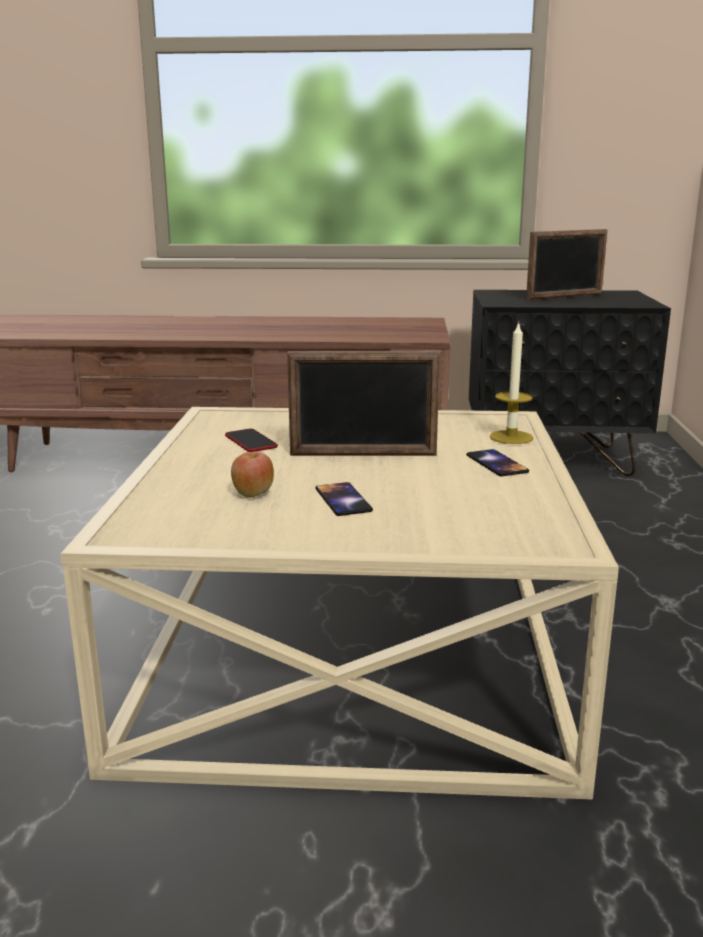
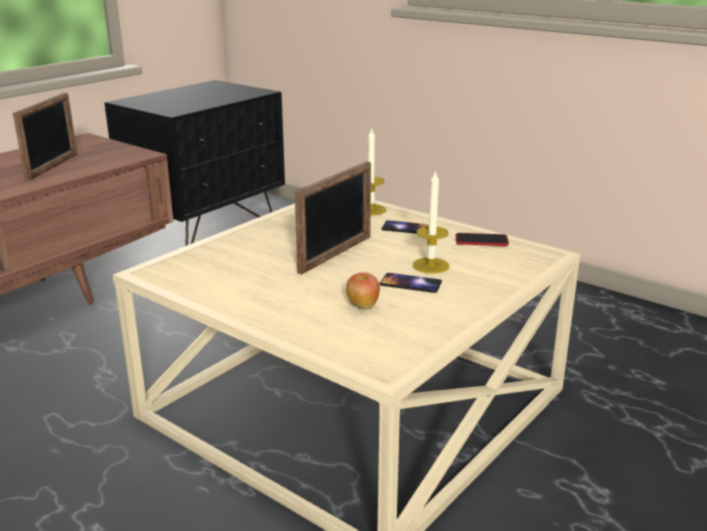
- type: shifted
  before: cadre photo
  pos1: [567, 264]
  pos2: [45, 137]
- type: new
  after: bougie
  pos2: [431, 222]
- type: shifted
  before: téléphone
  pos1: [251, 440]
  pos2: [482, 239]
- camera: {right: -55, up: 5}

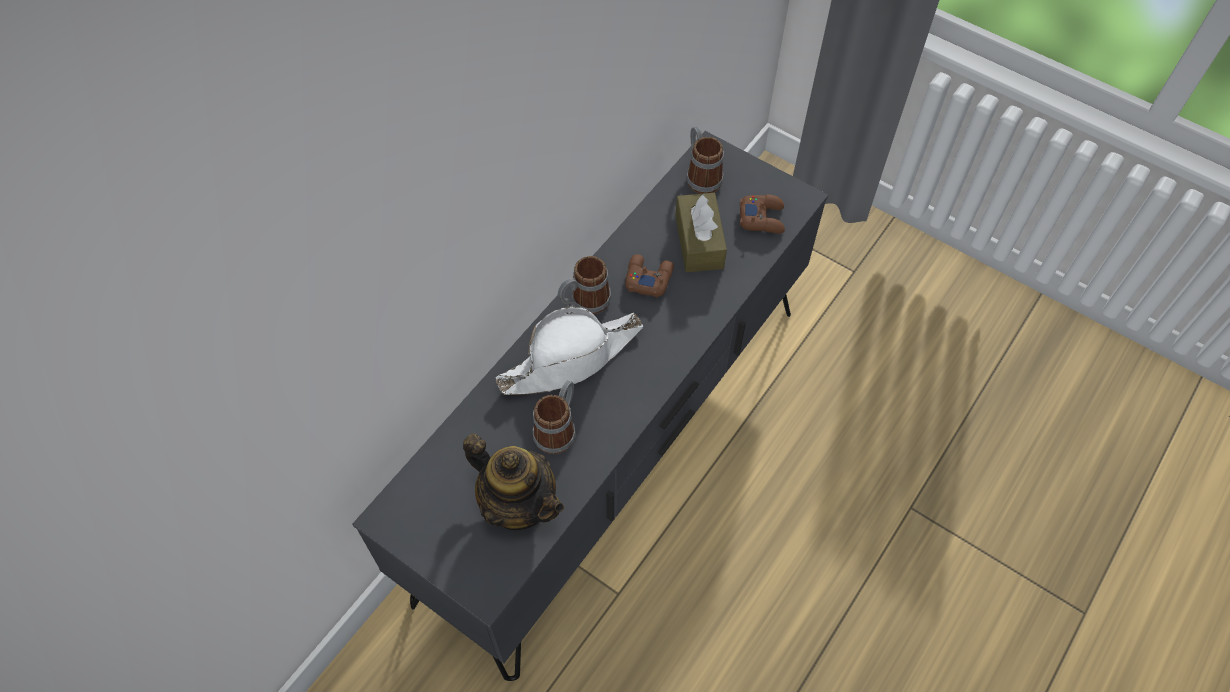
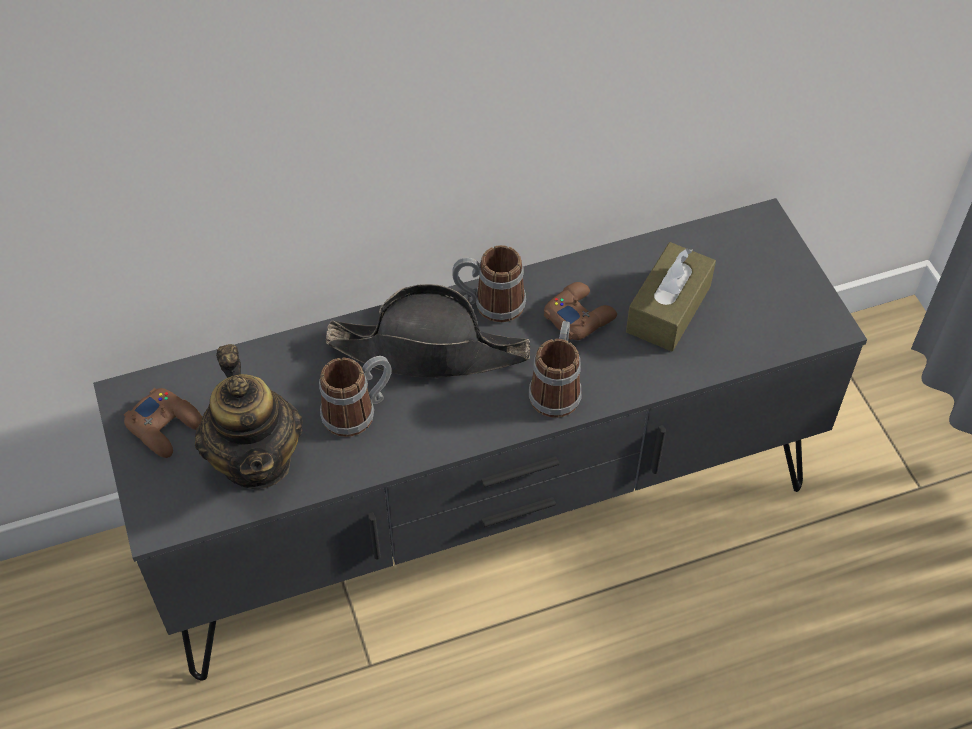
- type: shifted
  before: manette/marron
  pos1: [762, 214]
  pos2: [163, 423]
- type: repainted
  before: chapeau/blanc
  after: chapeau/noir
  pos1: [569, 351]
  pos2: [428, 331]
- type: shifted
  before: mug
  pos1: [705, 160]
  pos2: [555, 369]
- camera: {right: 35, up: -5}

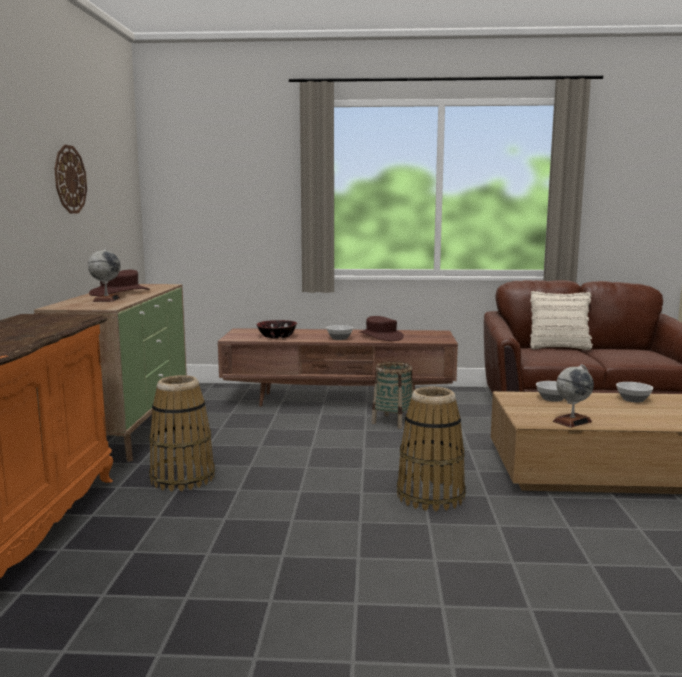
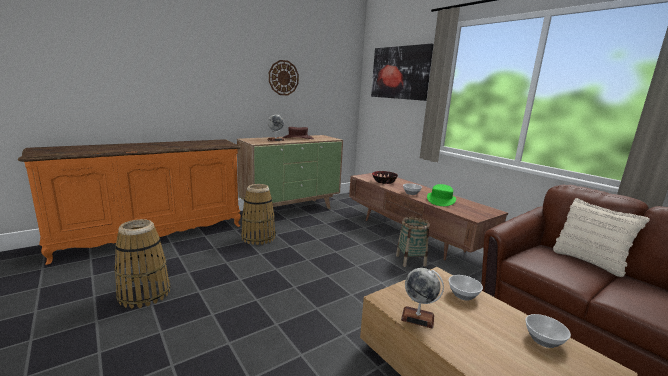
- type: shifted
  before: panier
  pos1: [431, 448]
  pos2: [142, 264]
- type: new
  after: tableau
  pos2: [402, 72]
- type: repainted
  before: chapeau/marron
  after: chapeau/vert
  pos1: [381, 328]
  pos2: [441, 195]
- camera: {right: 50, up: 5}

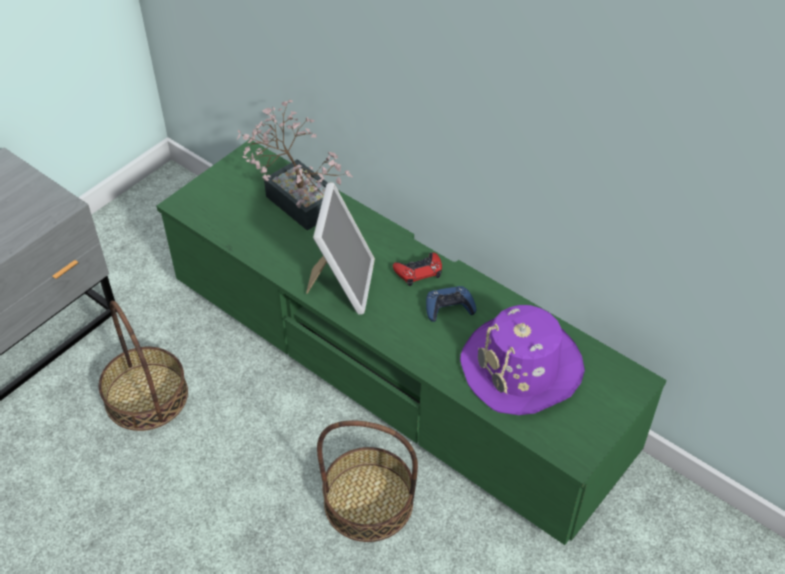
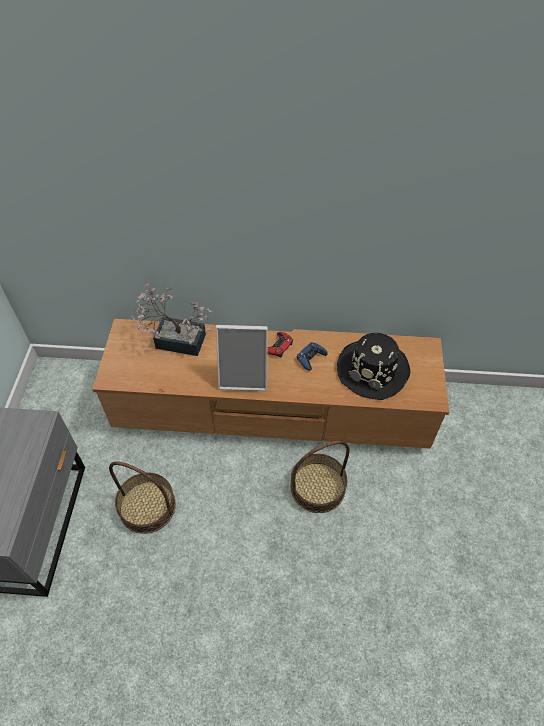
- type: repainted
  before: meuble télé/vert
  after: meuble télé/marron
  pos1: [411, 342]
  pos2: [270, 384]
- type: rotated
  before: cadre photo
  pos1: [340, 248]
  pos2: [242, 358]
  turn: 120
- type: repainted
  before: chapeau/violet
  after: chapeau/noir
  pos1: [522, 360]
  pos2: [373, 366]
- camera: {right: -35, up: 5}

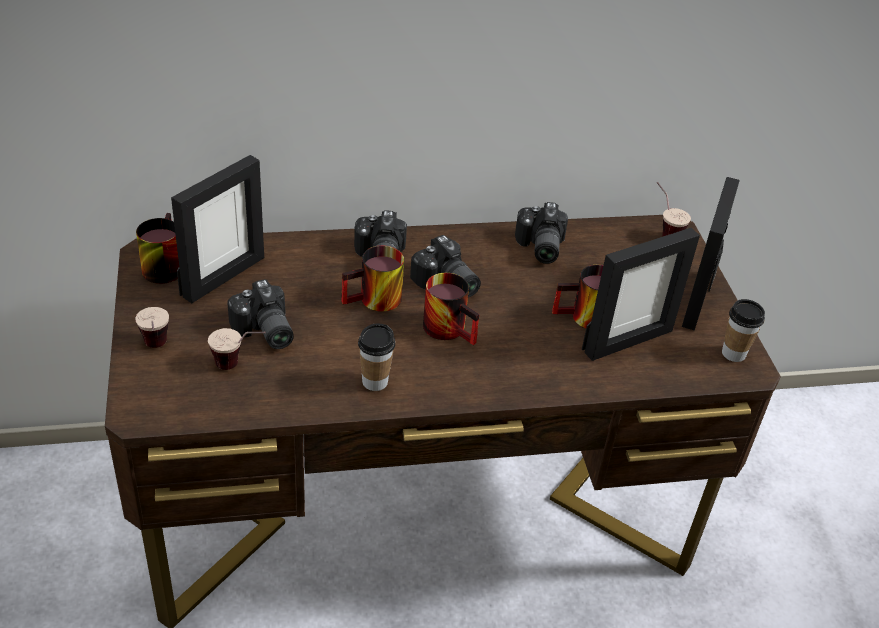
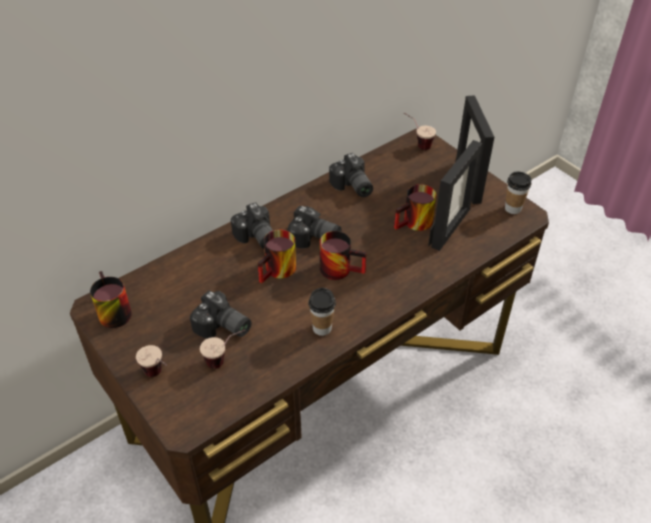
- type: gone
  before: cadre photo
  pos1: [217, 229]
- camera: {right: -25, up: 5}

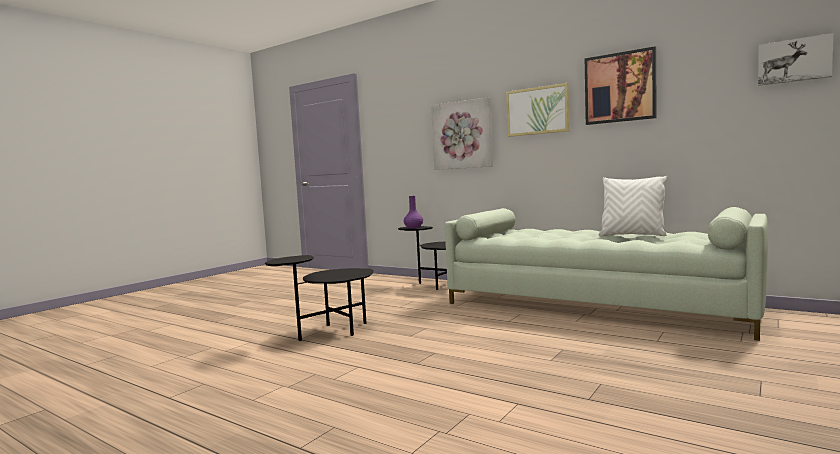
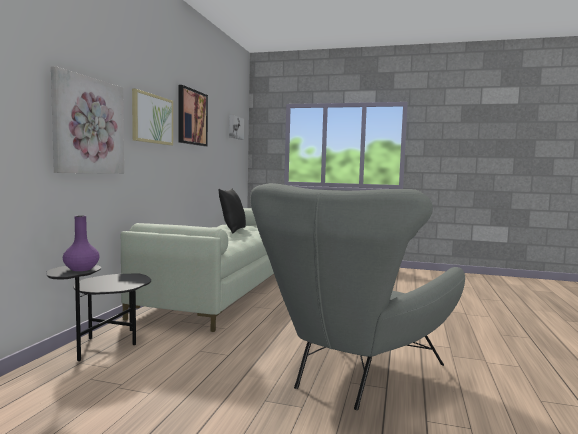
- type: repainted
  before: coussin/blanc
  after: coussin/noir
  pos1: [632, 206]
  pos2: [232, 211]
- type: swapped
  before: table d'appoint/noir
  after: fauteuil/gris
  pos1: [319, 298]
  pos2: [357, 296]
- camera: {right: -110, up: 0}

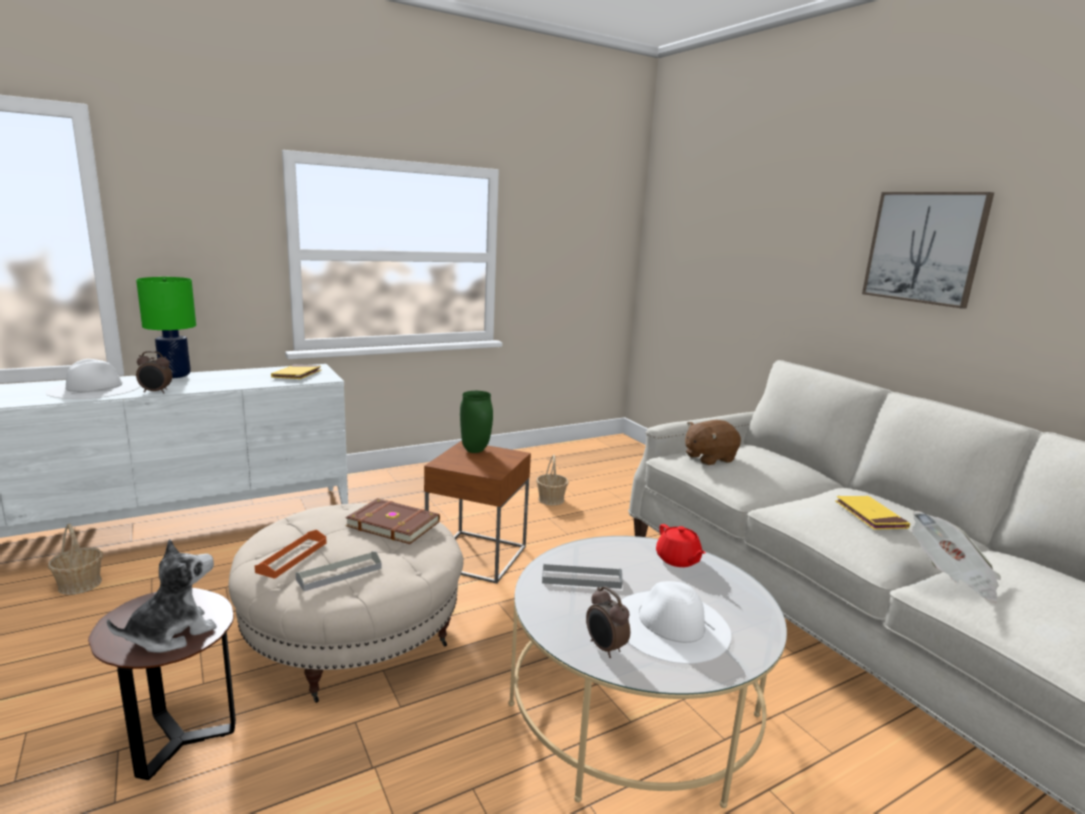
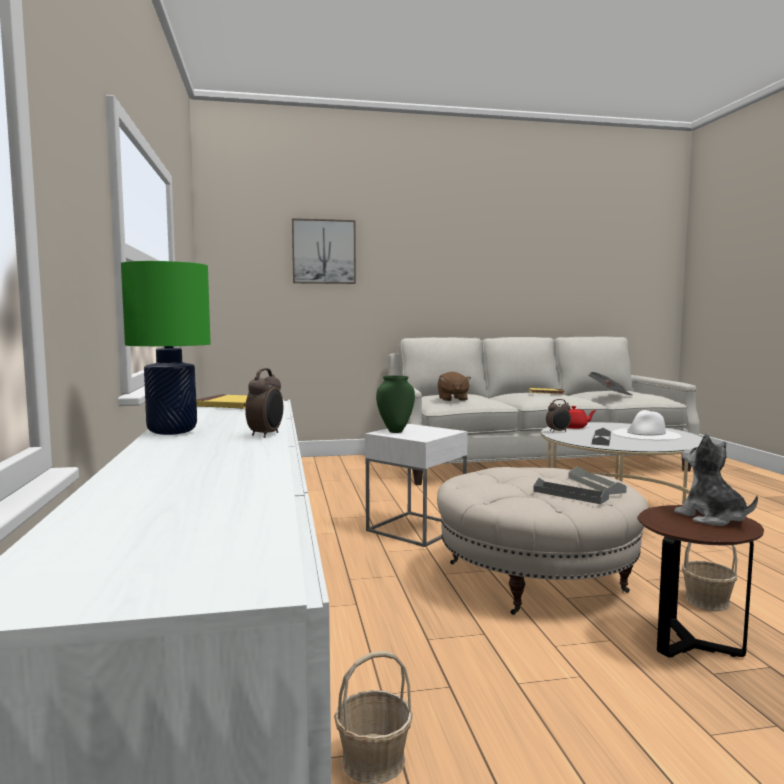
- type: shifted
  before: tableau
  pos1: [928, 250]
  pos2: [324, 251]
- type: repainted
  before: table d'appoint/marron
  after: table d'appoint/blanc
  pos1: [477, 512]
  pos2: [416, 485]
- type: repainted
  before: plateau/orange
  after: plateau/gris
  pos1: [291, 554]
  pos2: [571, 491]
- type: shifted
  before: réveil
  pos1: [608, 622]
  pos2: [558, 415]
- type: shifted
  before: panier
  pos1: [552, 480]
  pos2: [709, 576]
- type: gone
  before: chapeau/blanc
  pos1: [93, 379]
- type: gone
  before: livre/marron
  pos1: [392, 521]
- camera: {right: -70, up: -10}

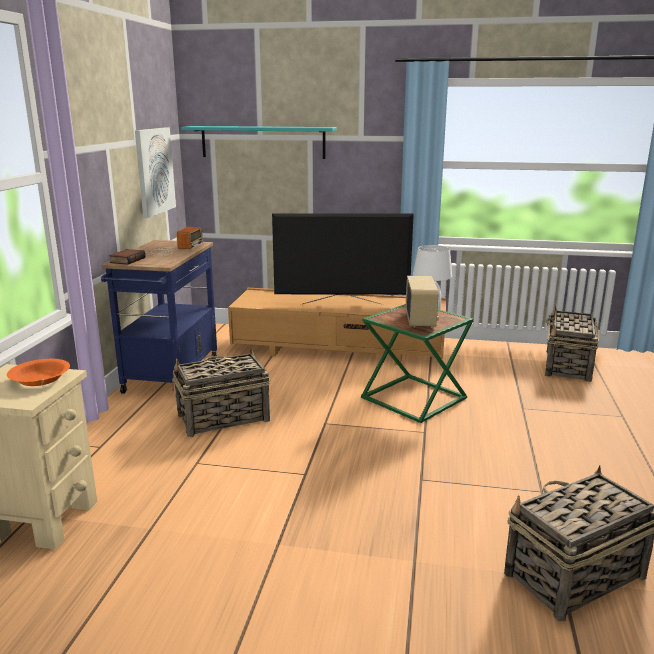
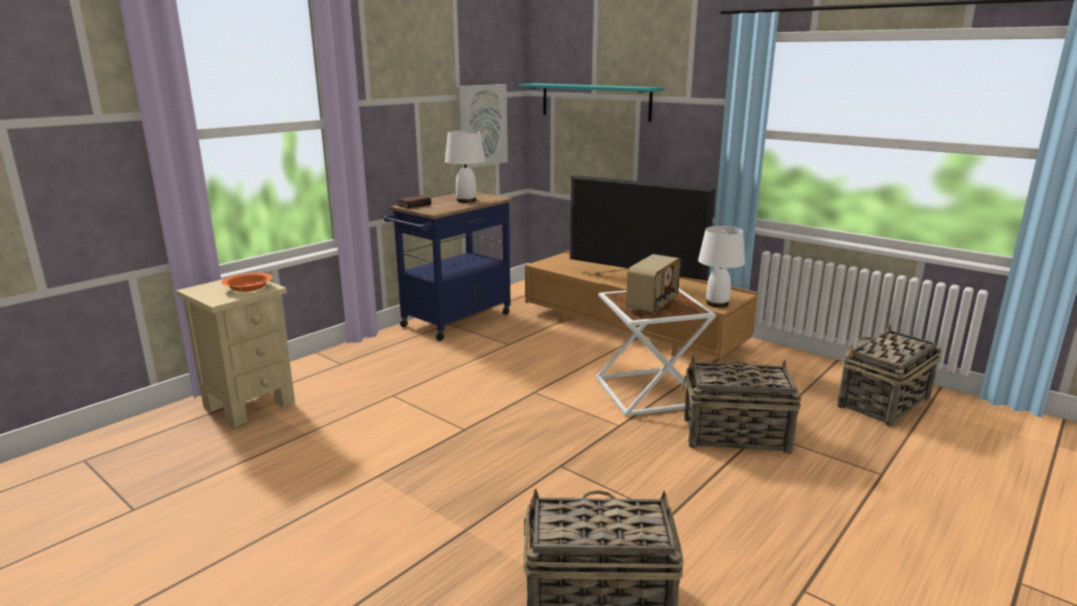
- type: swapped
  before: radio
  after: lampe de table/blanc
  pos1: [175, 241]
  pos2: [465, 166]
- type: repainted
  before: table d'appoint/vert
  after: table d'appoint/blanc
  pos1: [417, 363]
  pos2: [656, 352]
- type: shifted
  before: panier
  pos1: [221, 392]
  pos2: [742, 404]
- camera: {right: 30, up: 0}

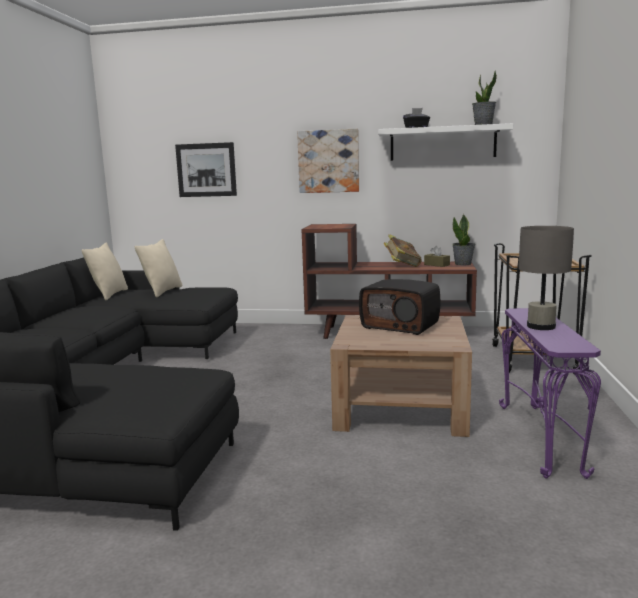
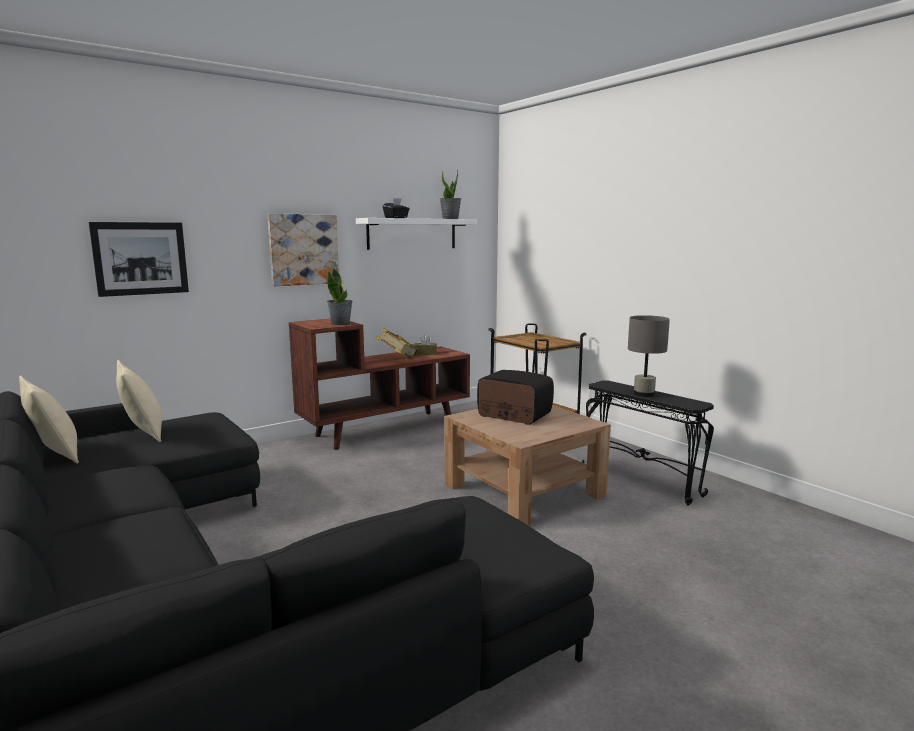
- type: shifted
  before: plante en pot
  pos1: [463, 239]
  pos2: [340, 296]
- type: rotated
  before: radio
  pos1: [399, 307]
  pos2: [515, 397]
  turn: -135
- type: repainted
  before: table d'appoint/violet
  after: table d'appoint/noir
  pos1: [550, 393]
  pos2: [648, 443]
- camera: {right: -45, up: 0}

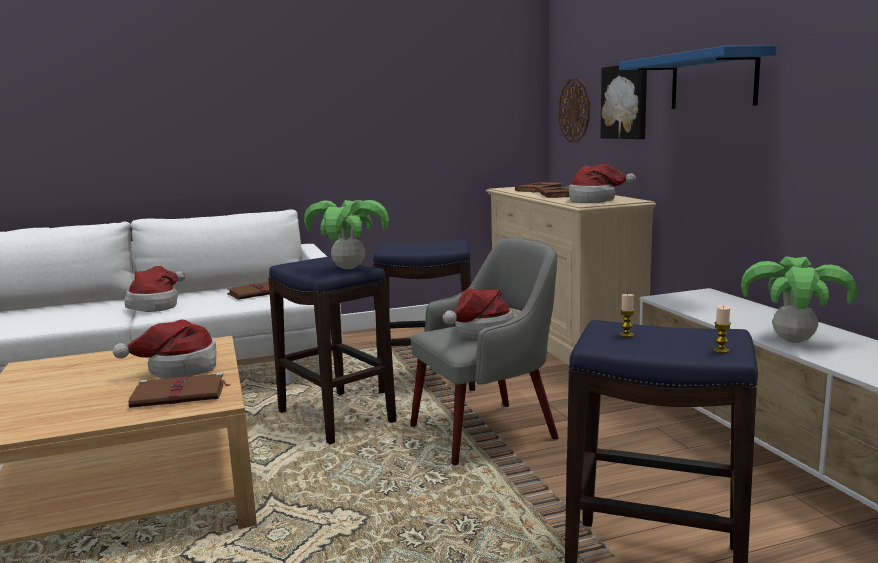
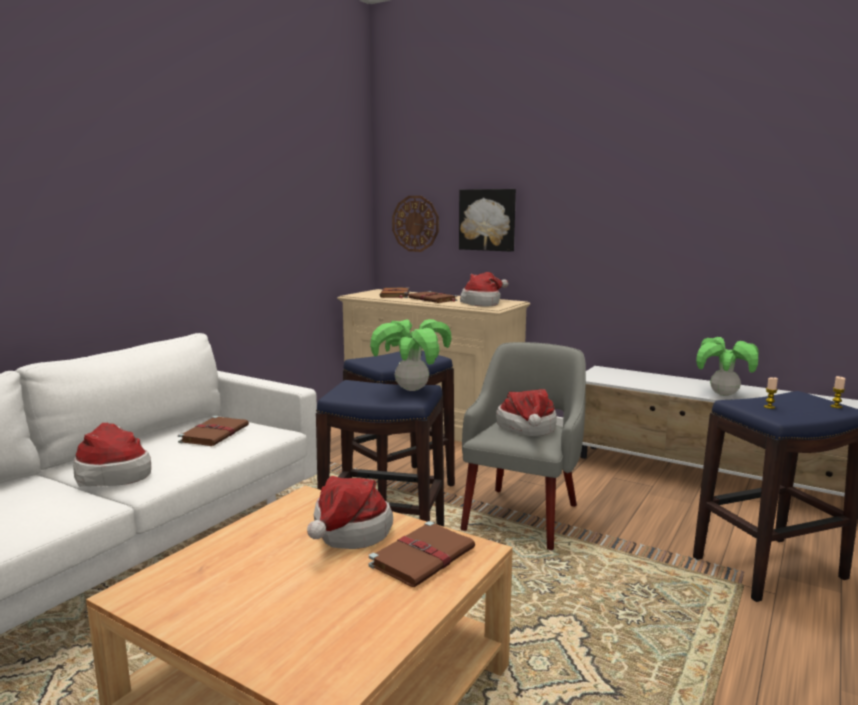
- type: gone
  before: étagère/bleu
  pos1: [698, 77]
- camera: {right: -40, up: 0}

